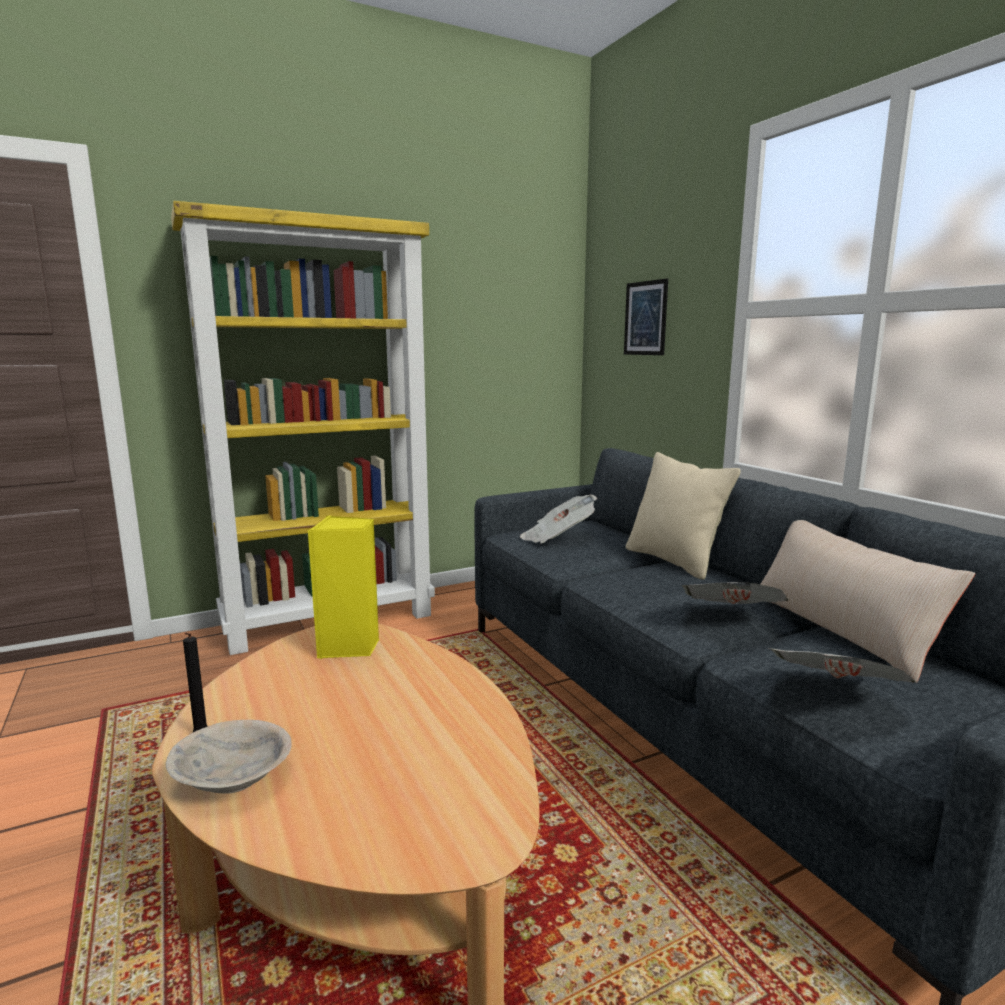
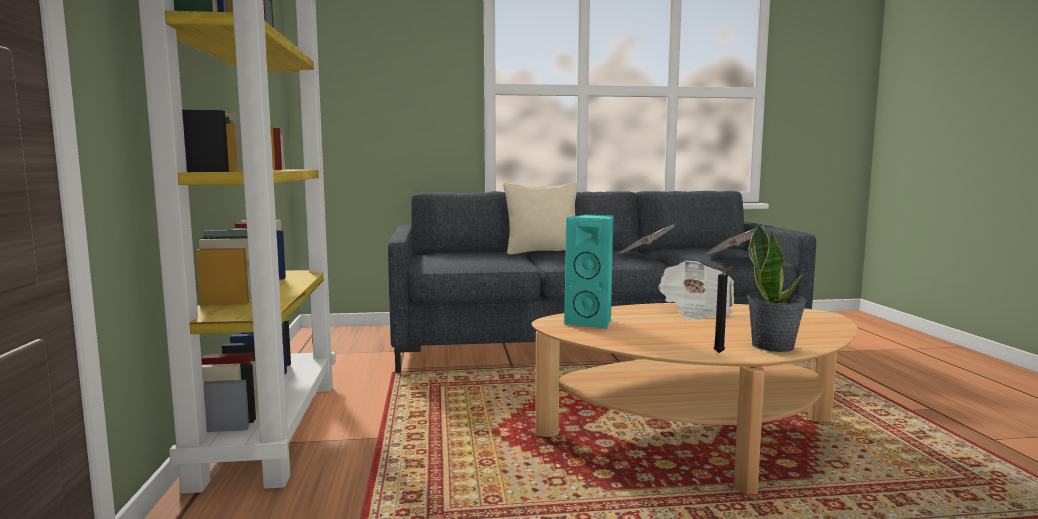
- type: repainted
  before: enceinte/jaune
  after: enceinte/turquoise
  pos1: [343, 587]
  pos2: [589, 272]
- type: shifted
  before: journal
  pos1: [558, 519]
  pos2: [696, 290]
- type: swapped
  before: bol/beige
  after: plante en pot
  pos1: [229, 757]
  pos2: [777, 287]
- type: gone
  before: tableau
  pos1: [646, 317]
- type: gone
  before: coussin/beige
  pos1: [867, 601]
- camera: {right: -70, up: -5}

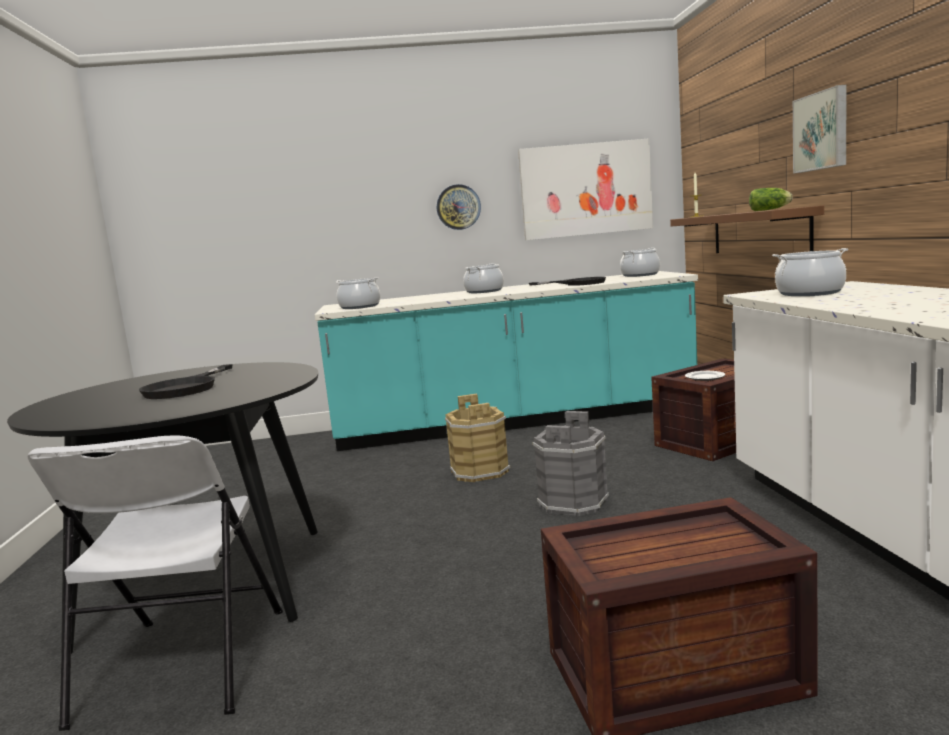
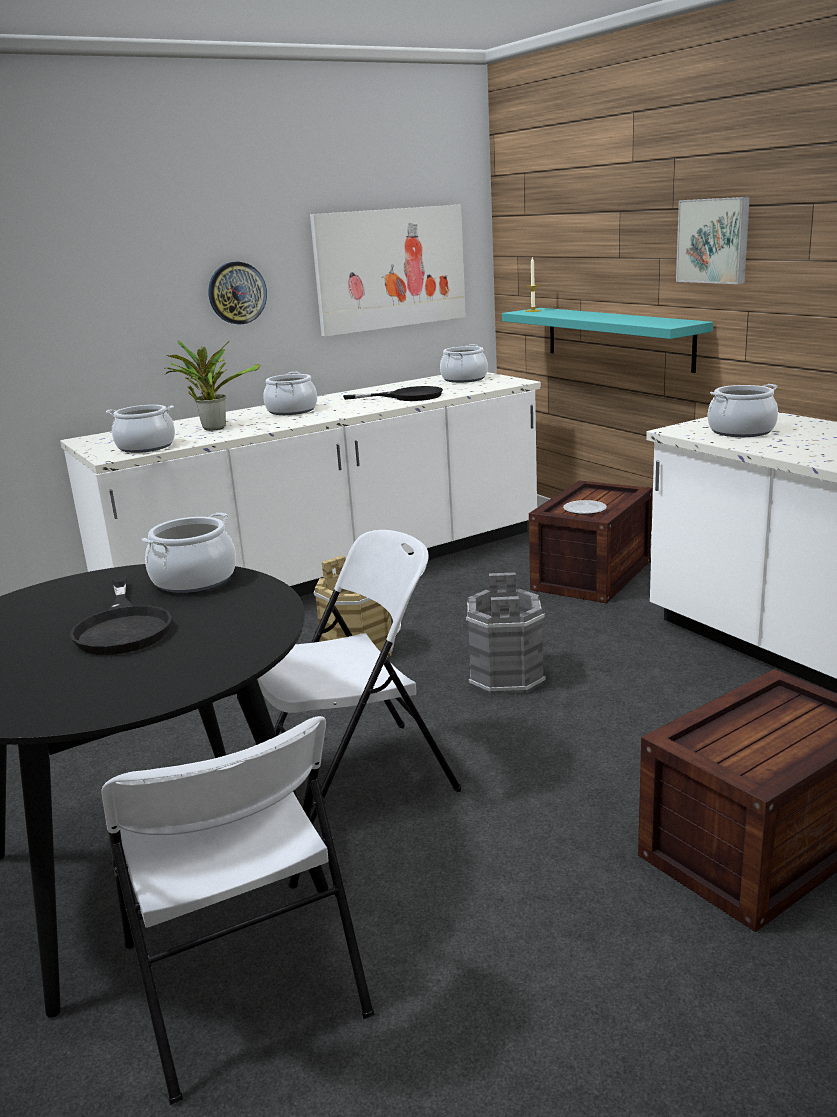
- type: repainted
  before: comptoir de cuisine/turquoise
  after: comptoir de cuisine/blanc
  pos1: [506, 361]
  pos2: [300, 484]
- type: new
  after: marmite
  pos2: [189, 553]
- type: new
  after: plante en pot
  pos2: [212, 385]
- type: new
  after: chaise/blanc
  pos2: [359, 677]
- type: repainted
  before: étagère/marron
  after: étagère/turquoise
  pos1: [747, 229]
  pos2: [607, 340]
- type: gone
  before: laitue
  pos1: [771, 199]
- camera: {right: -25, up: 10}

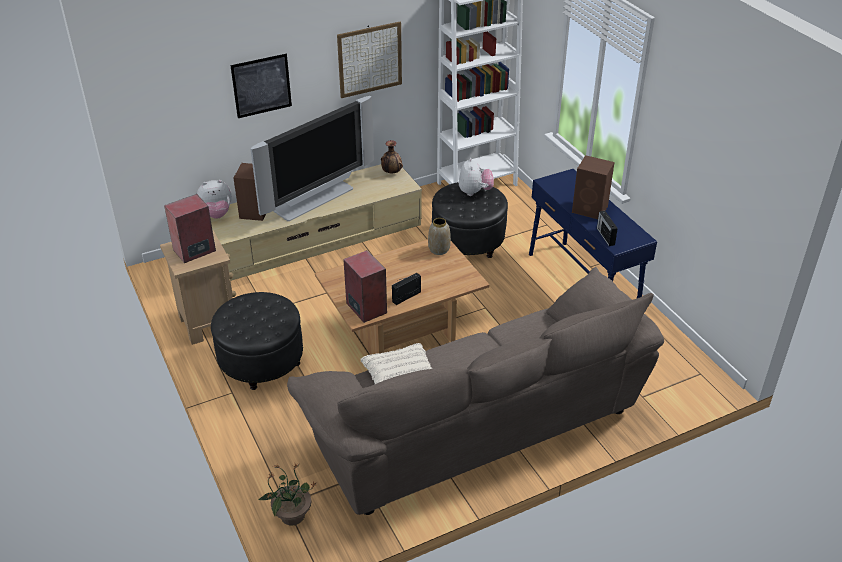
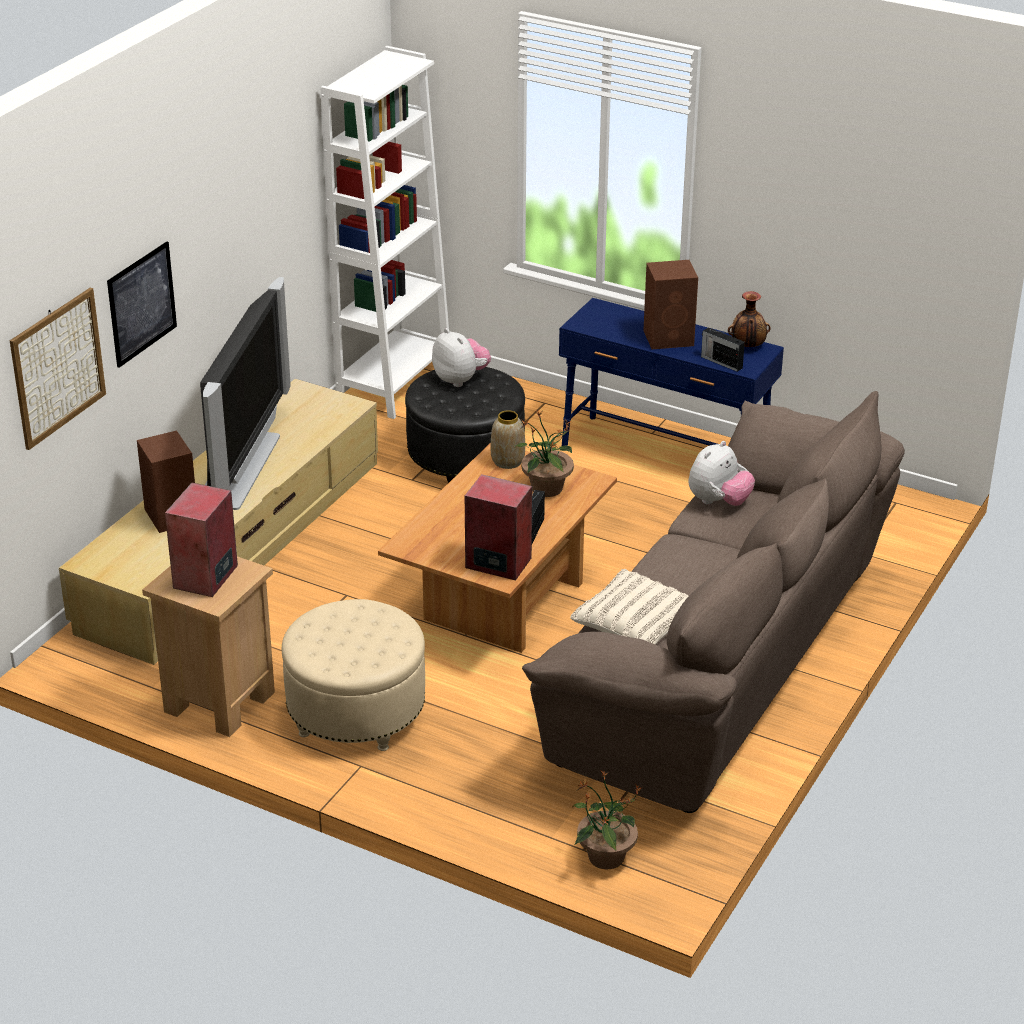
- type: shifted
  before: tableau
  pos1: [369, 60]
  pos2: [58, 369]
- type: repainted
  before: pouf/noir
  after: pouf/beige
  pos1: [257, 341]
  pos2: [353, 675]
- type: new
  after: plante en pot
  pos2: [544, 454]
- type: shifted
  before: peluche
  pos1: [214, 199]
  pos2: [722, 473]
- type: shifted
  before: vase
  pos1: [392, 156]
  pos2: [749, 319]
- camera: {right: -35, up: -5}

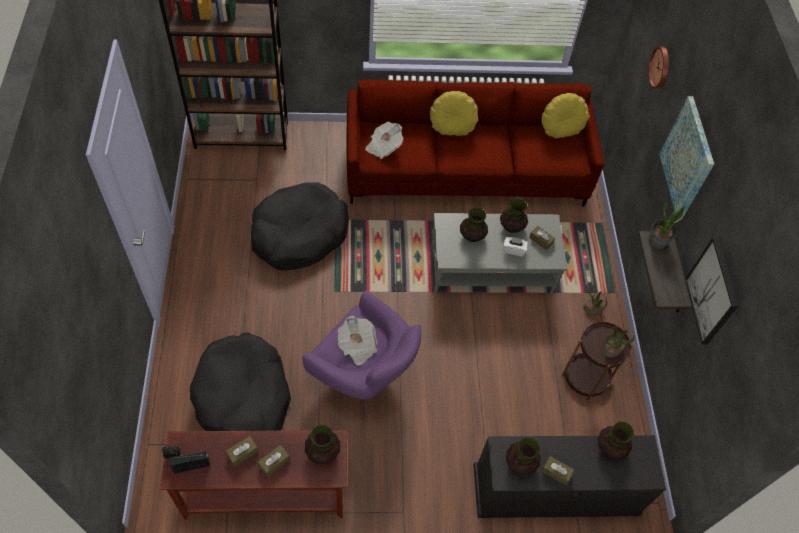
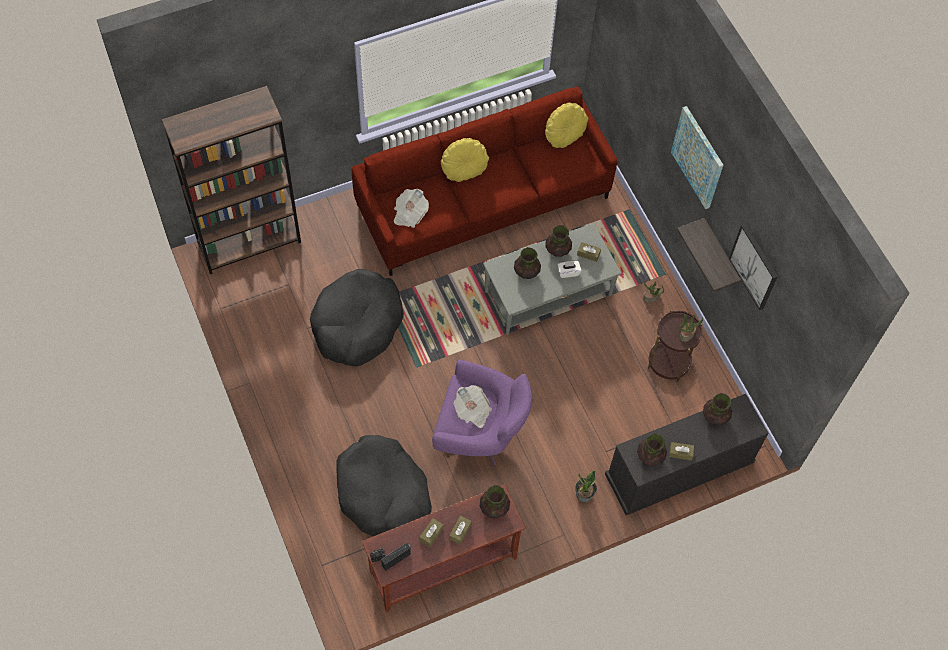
- type: shifted
  before: plante en pot
  pos1: [667, 225]
  pos2: [586, 487]
- type: gone
  before: horloge murale
  pos1: [658, 67]
- camera: {right: -20, up: 5}

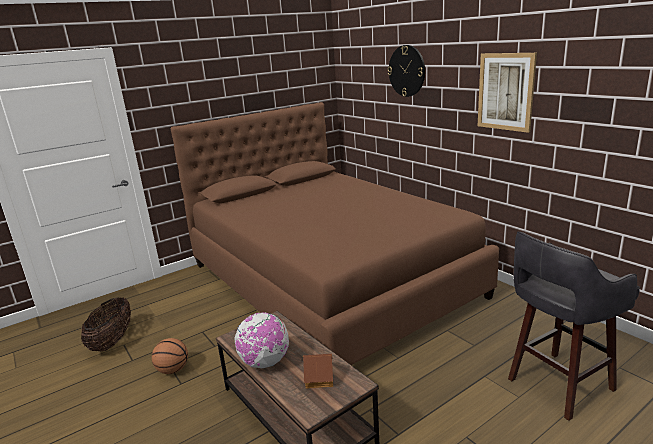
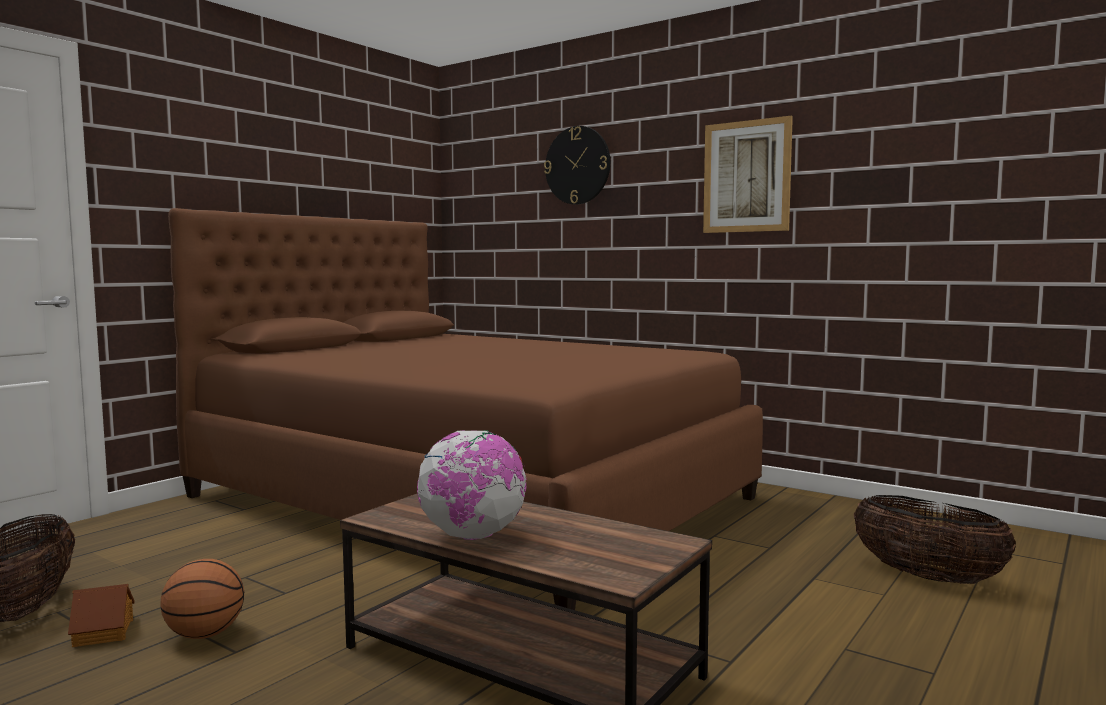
- type: shifted
  before: maison miniature
  pos1: [318, 371]
  pos2: [101, 615]
- type: swapped
  before: tabouret/gris
  after: panier
  pos1: [574, 326]
  pos2: [935, 539]
- camera: {right: -20, up: -15}

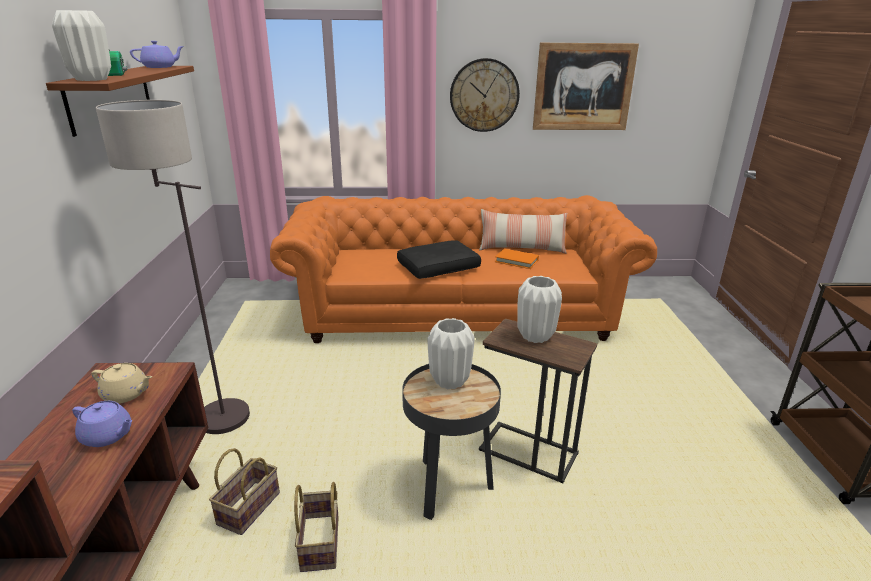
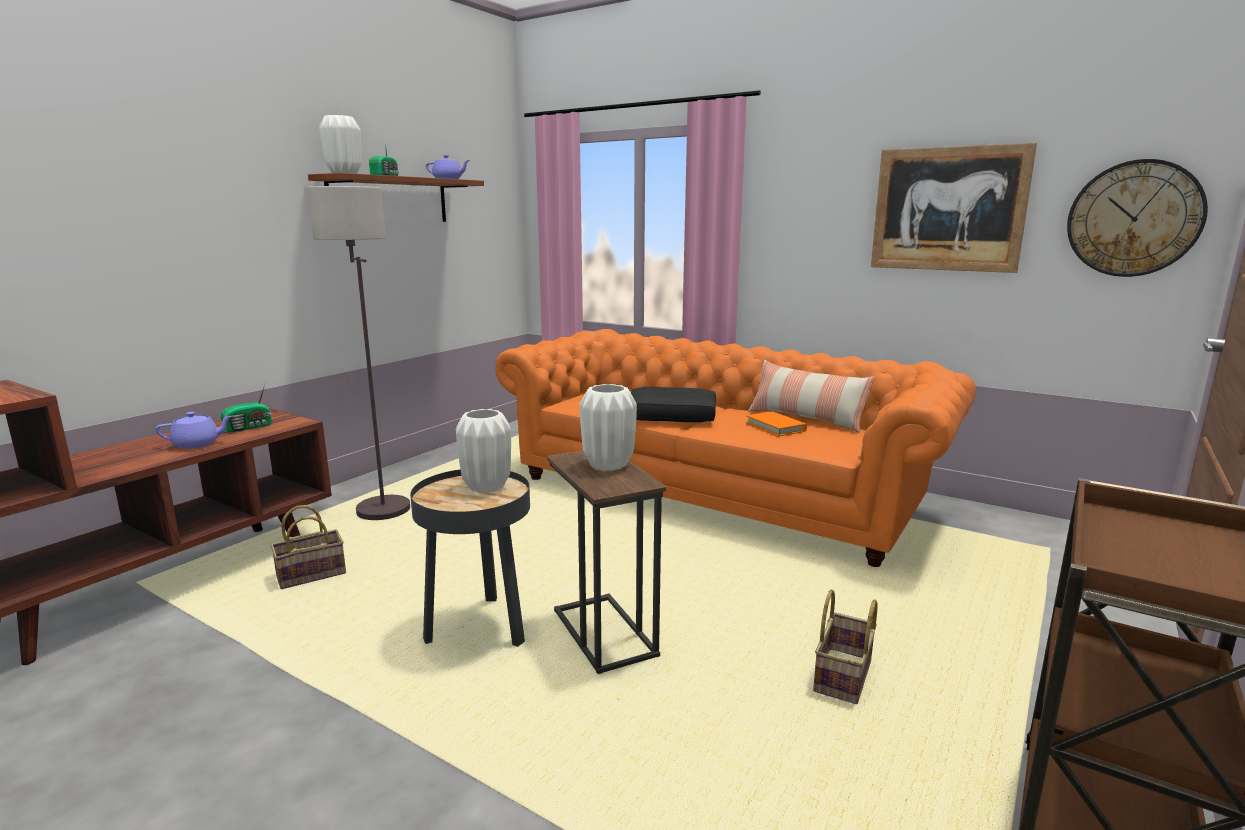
- type: rotated
  before: théière/violet
  pos1: [102, 424]
  pos2: [194, 430]
  turn: -75
- type: swapped
  before: théière/beige
  after: radio
  pos1: [121, 383]
  pos2: [246, 408]
- type: shifted
  before: panier
  pos1: [316, 527]
  pos2: [845, 646]
- type: shifted
  before: horloge murale
  pos1: [485, 95]
  pos2: [1137, 218]
- camera: {right: 35, up: -10}

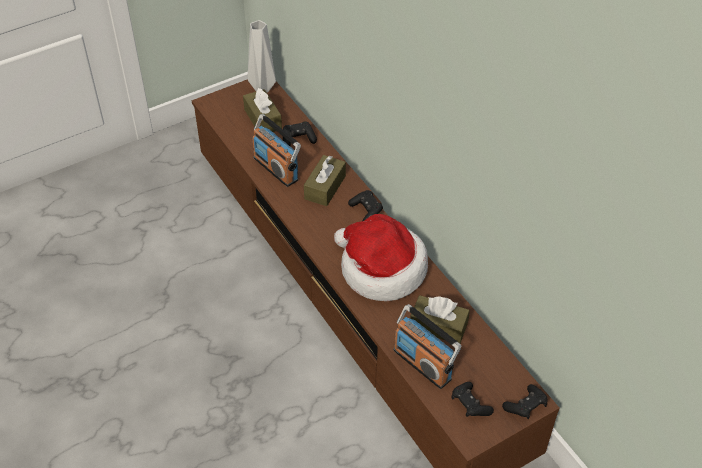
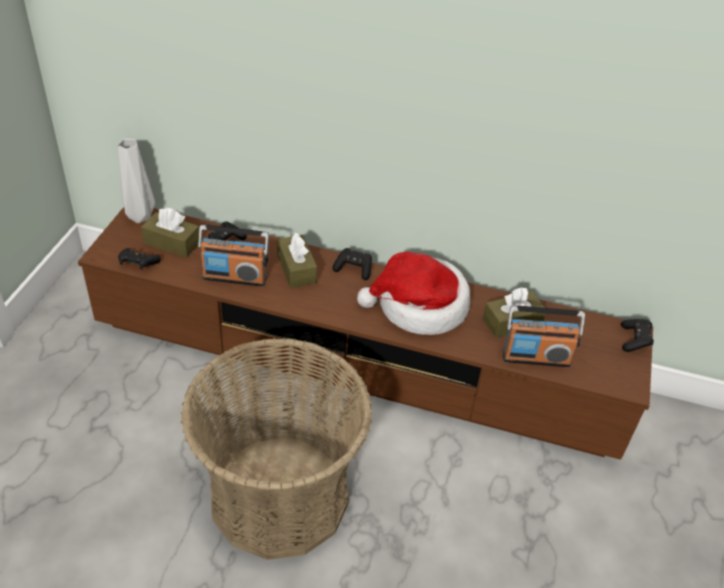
- type: shifted
  before: manette/noir
  pos1: [473, 399]
  pos2: [139, 259]
- type: new
  after: panier
  pos2: [276, 449]
- camera: {right: -45, up: -5}

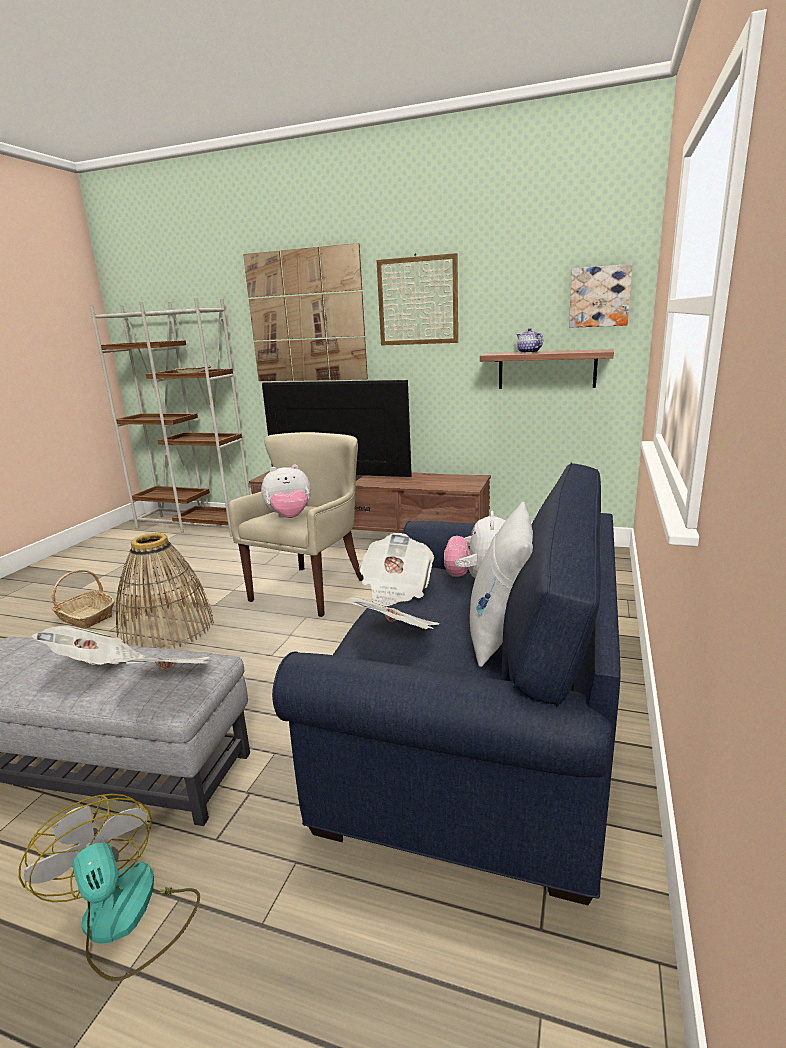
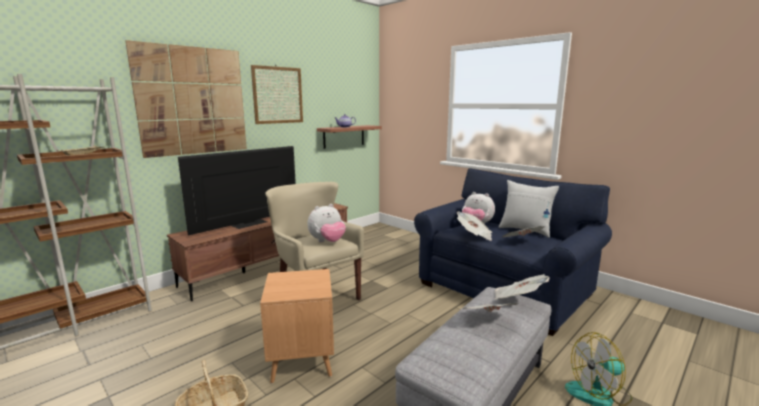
- type: swapped
  before: panier
  after: table d'appoint/marron
  pos1: [165, 591]
  pos2: [297, 326]
- type: rotated
  before: peluche
  pos1: [286, 491]
  pos2: [327, 223]
  turn: 45
- type: gone
  before: tableau
  pos1: [601, 296]
- camera: {right: -65, up: -5}

